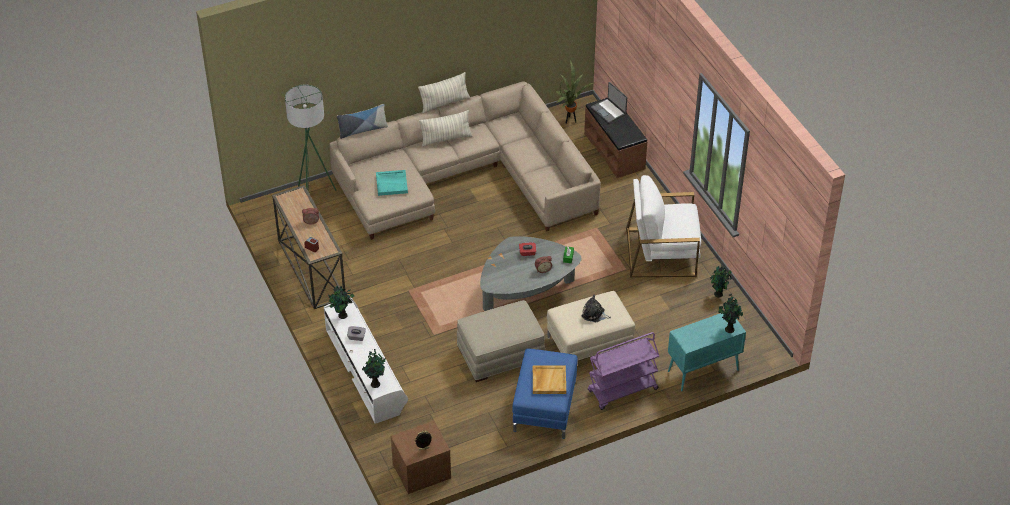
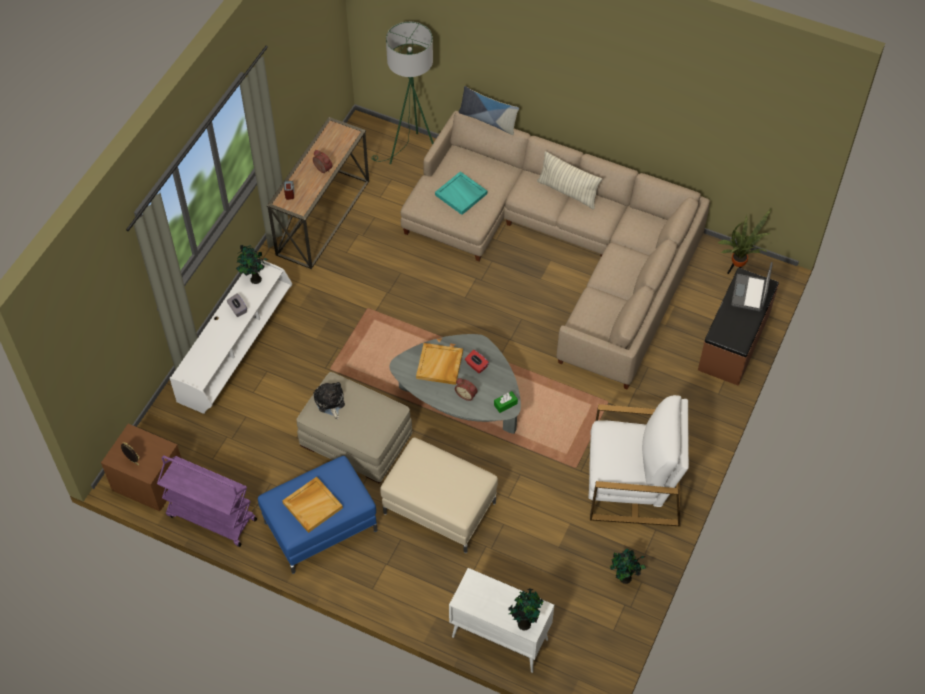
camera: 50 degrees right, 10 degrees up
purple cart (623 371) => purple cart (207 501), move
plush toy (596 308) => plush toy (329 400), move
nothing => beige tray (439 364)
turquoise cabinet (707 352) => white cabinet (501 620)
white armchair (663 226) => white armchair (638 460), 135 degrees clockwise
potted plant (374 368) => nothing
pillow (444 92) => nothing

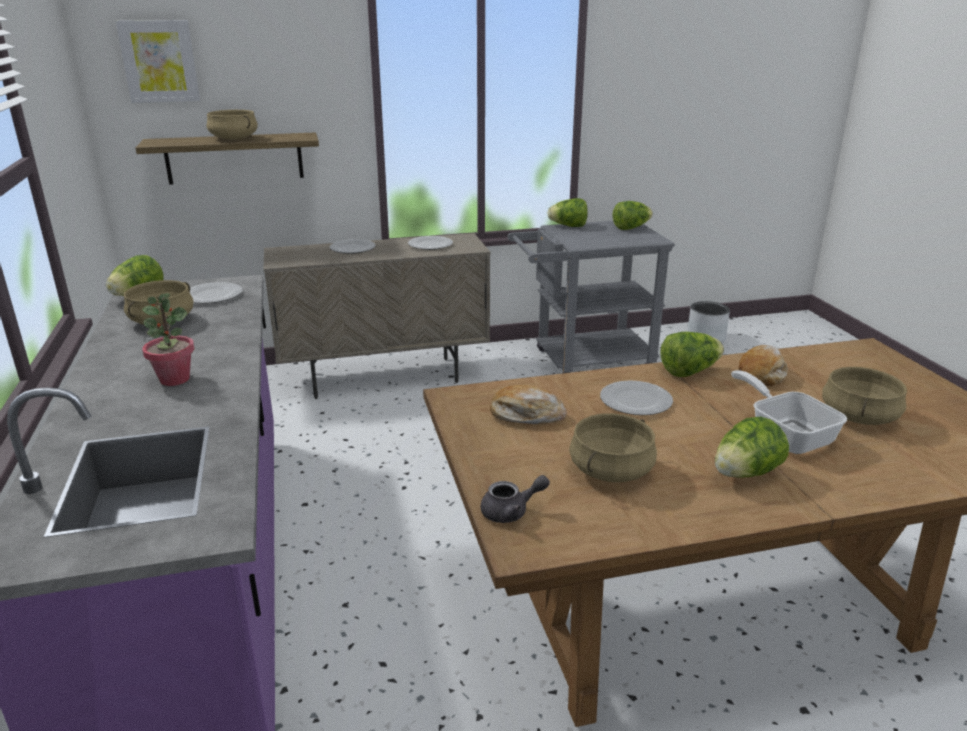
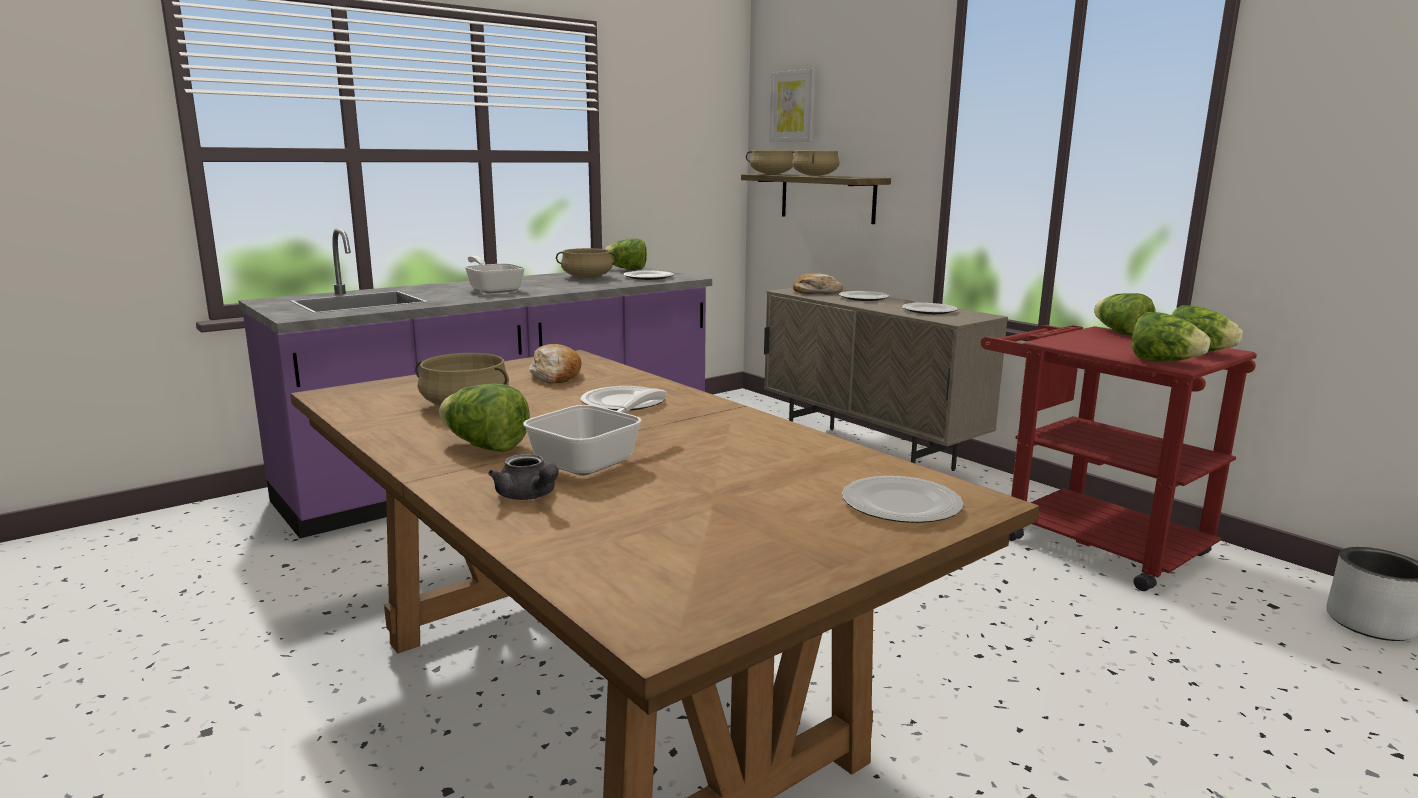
camera: 65 degrees right, 10 degrees down
potted plant (168 339) => frying pan (495 275)
grey teapot (515 499) => grey teapot (523 477), move
beige cooking pot (864 396) => beige cooking pot (770 162), move
bread (763 365) => bread (818 283), move
nothing => plate (903 499)
grey cart (591 297) => red cart (1119 458)
lettuce (692 354) => lettuce (1171 336), move

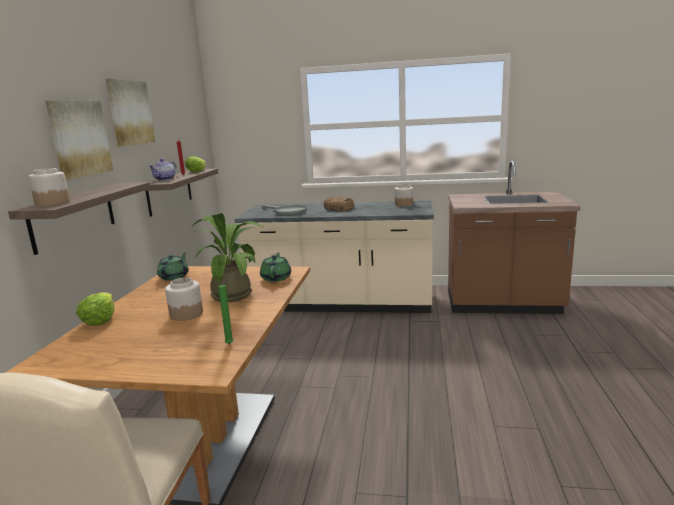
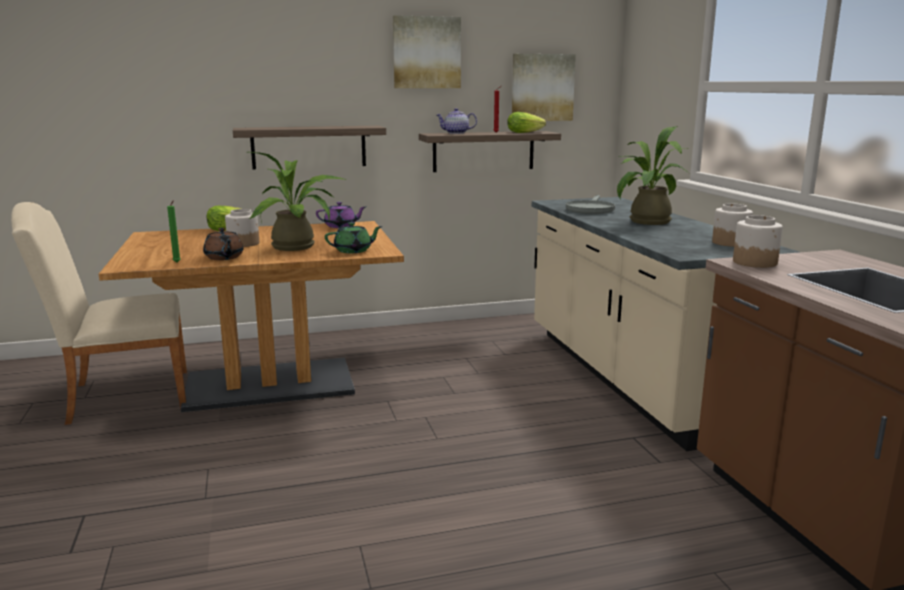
camera: 65 degrees right, 0 degrees up
nothing => brown teapot (223 244)
green teapot (173 266) => purple teapot (341 215)
picture (79 140) => picture (544 87), move
bread (339 204) => potted plant (653 175)
jar (49 187) => jar (758 241), move

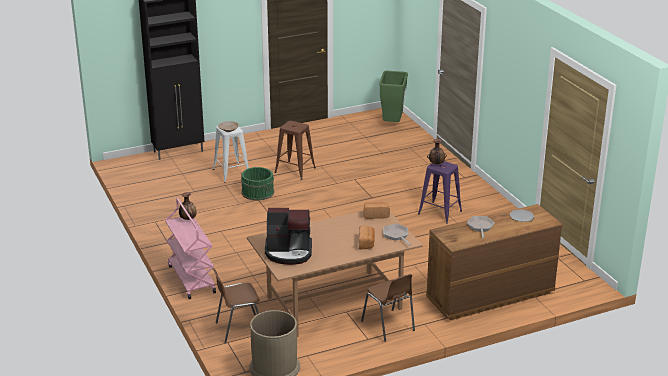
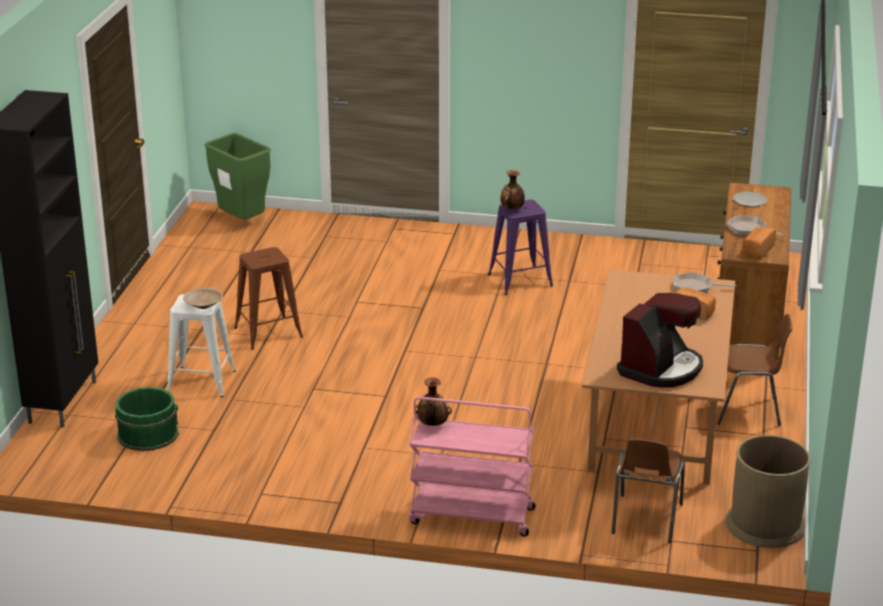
camera: 55 degrees left, 0 degrees up
green bucket (257 184) => green bucket (147 419), move
bread (376 210) => bread (759 243), move

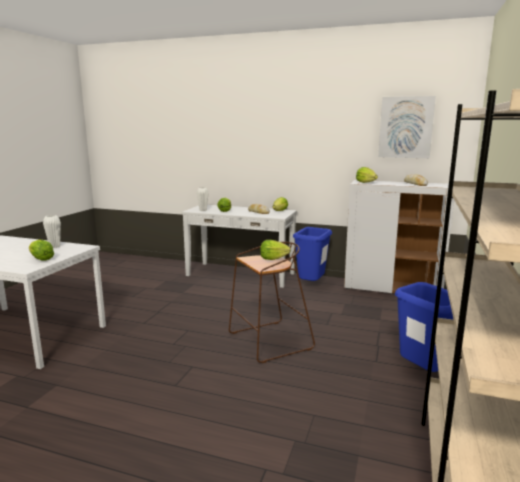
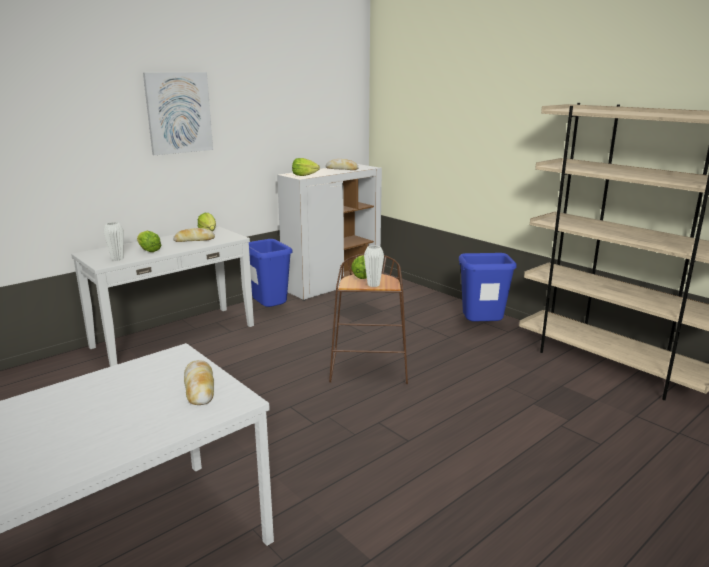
camera: 60 degrees left, 5 degrees up
picture (407 127) => picture (178 113), move
lettuce (41 250) => bread (199 382)
white vase (52 231) => white vase (374 266), move

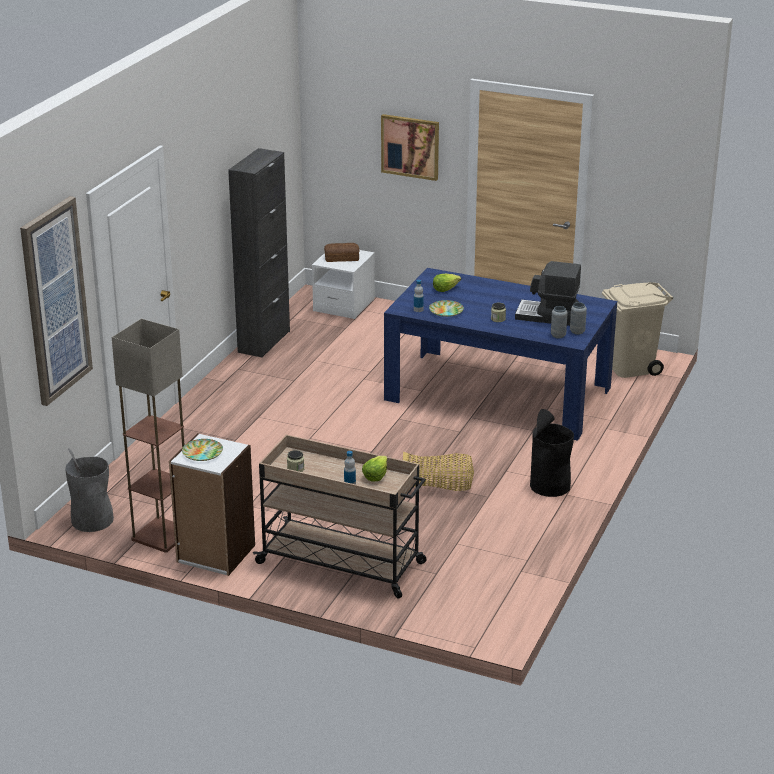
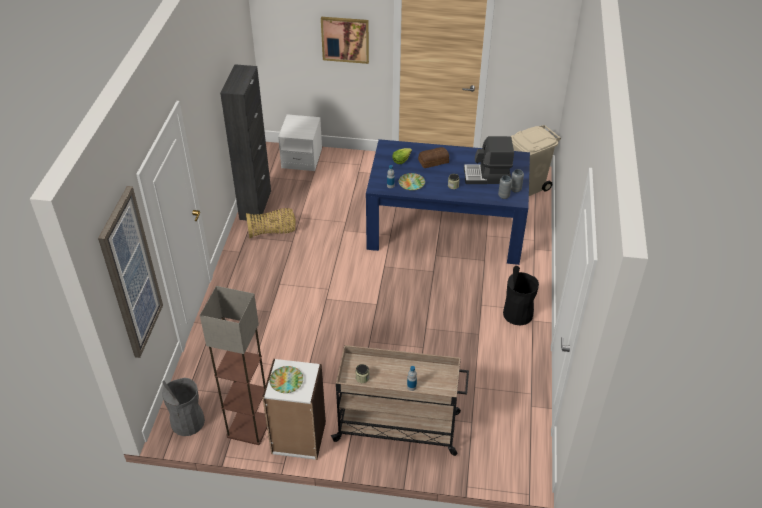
camera: 15 degrees left, 15 degrees up
basket (438 471) => basket (271 223), move
bread (342 252) => bread (433 157), move
lettuce (374 469) => nothing

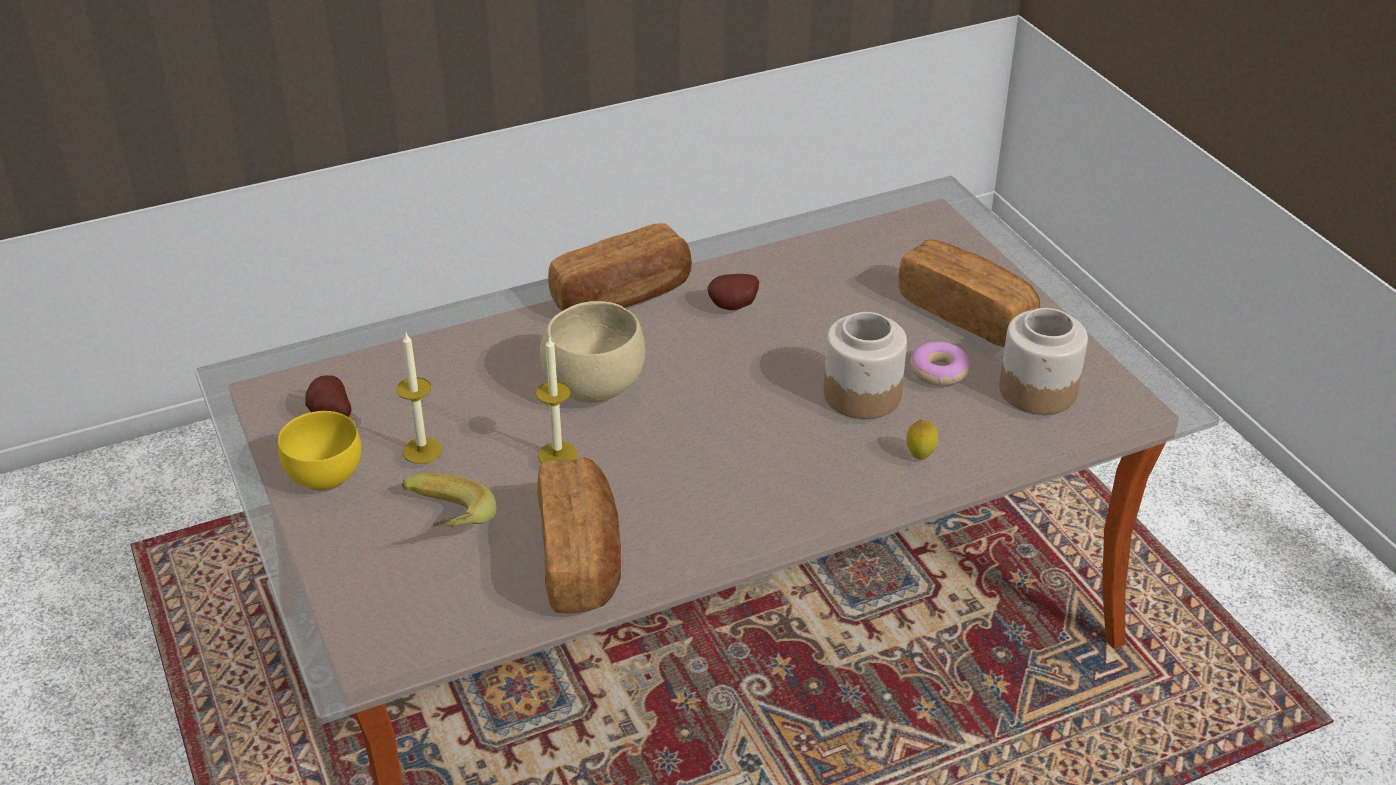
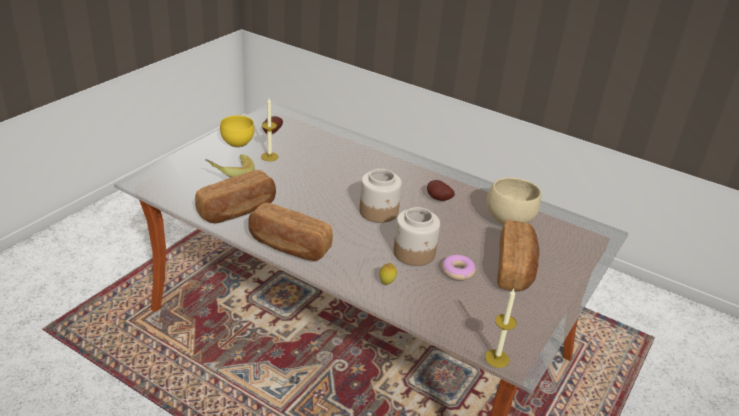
camera: 55 degrees right, 5 degrees down
bread (620 267) => bread (290 232), move
jar (1043 361) => jar (381 196), move
candle (557 399) => candle (501 328), move
beige bowl (592 352) => beige bowl (514 201), move

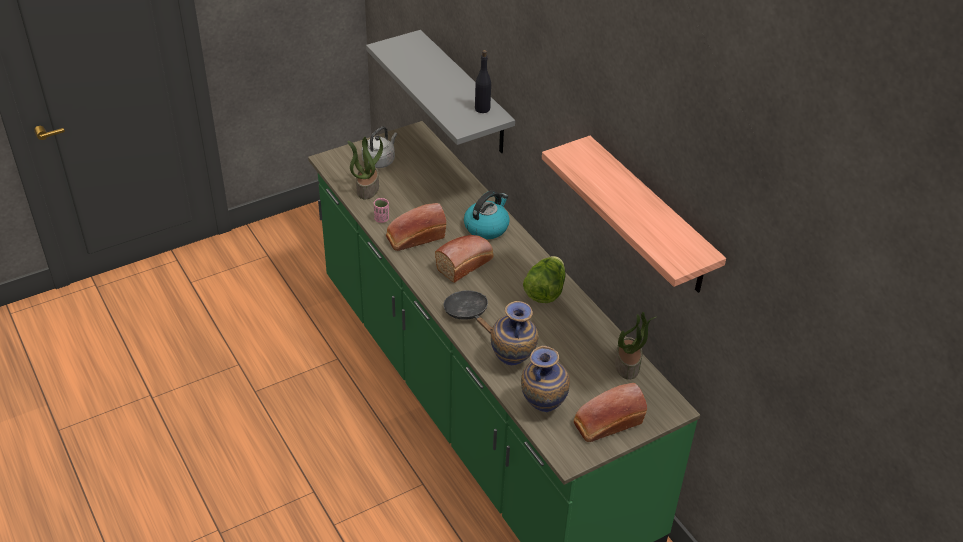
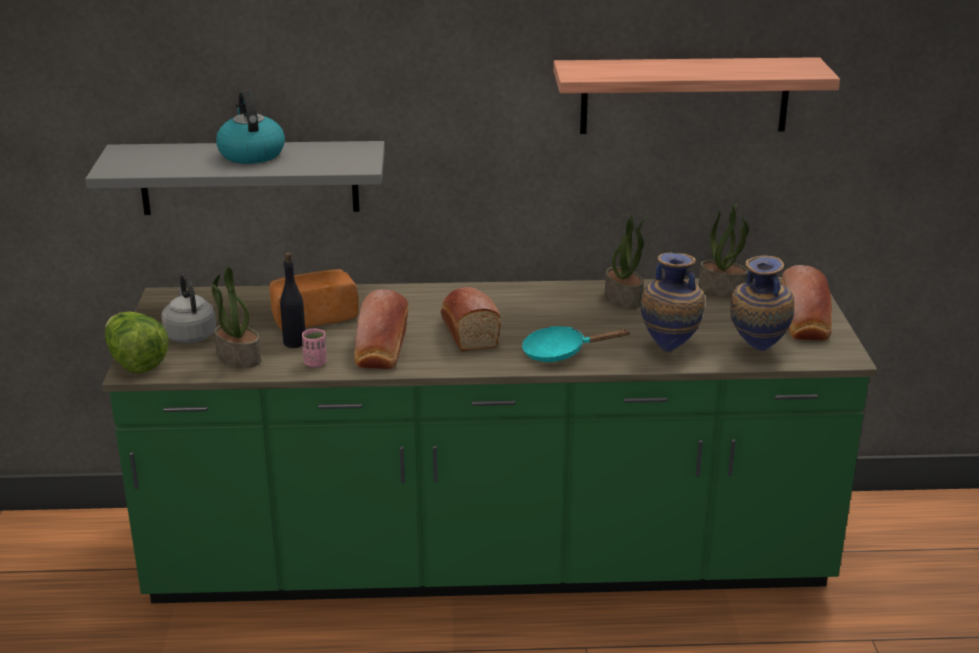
camera: 60 degrees left, 15 degrees down
lettuce (544 279) => lettuce (137 342), move
kettle (487 214) => kettle (250 127), move
nothing => bread (314 299)
black bottle (483 81) => black bottle (292 300), move
black frying pan (468 312) => turquoise frying pan (577 344)
nothing => potted plant (626 261)

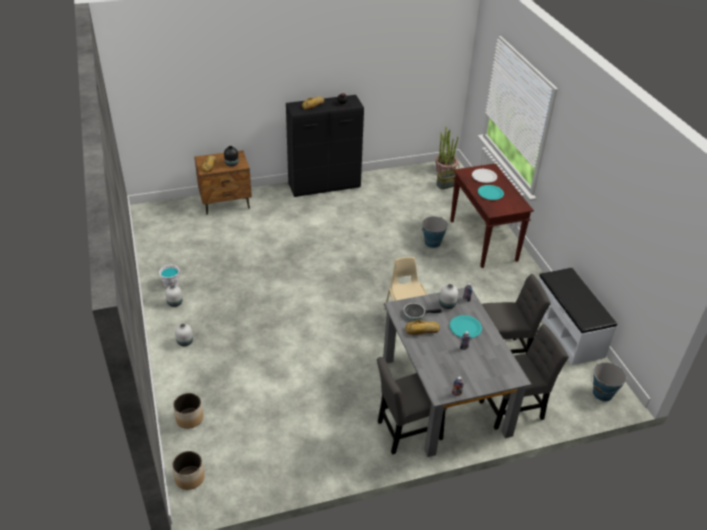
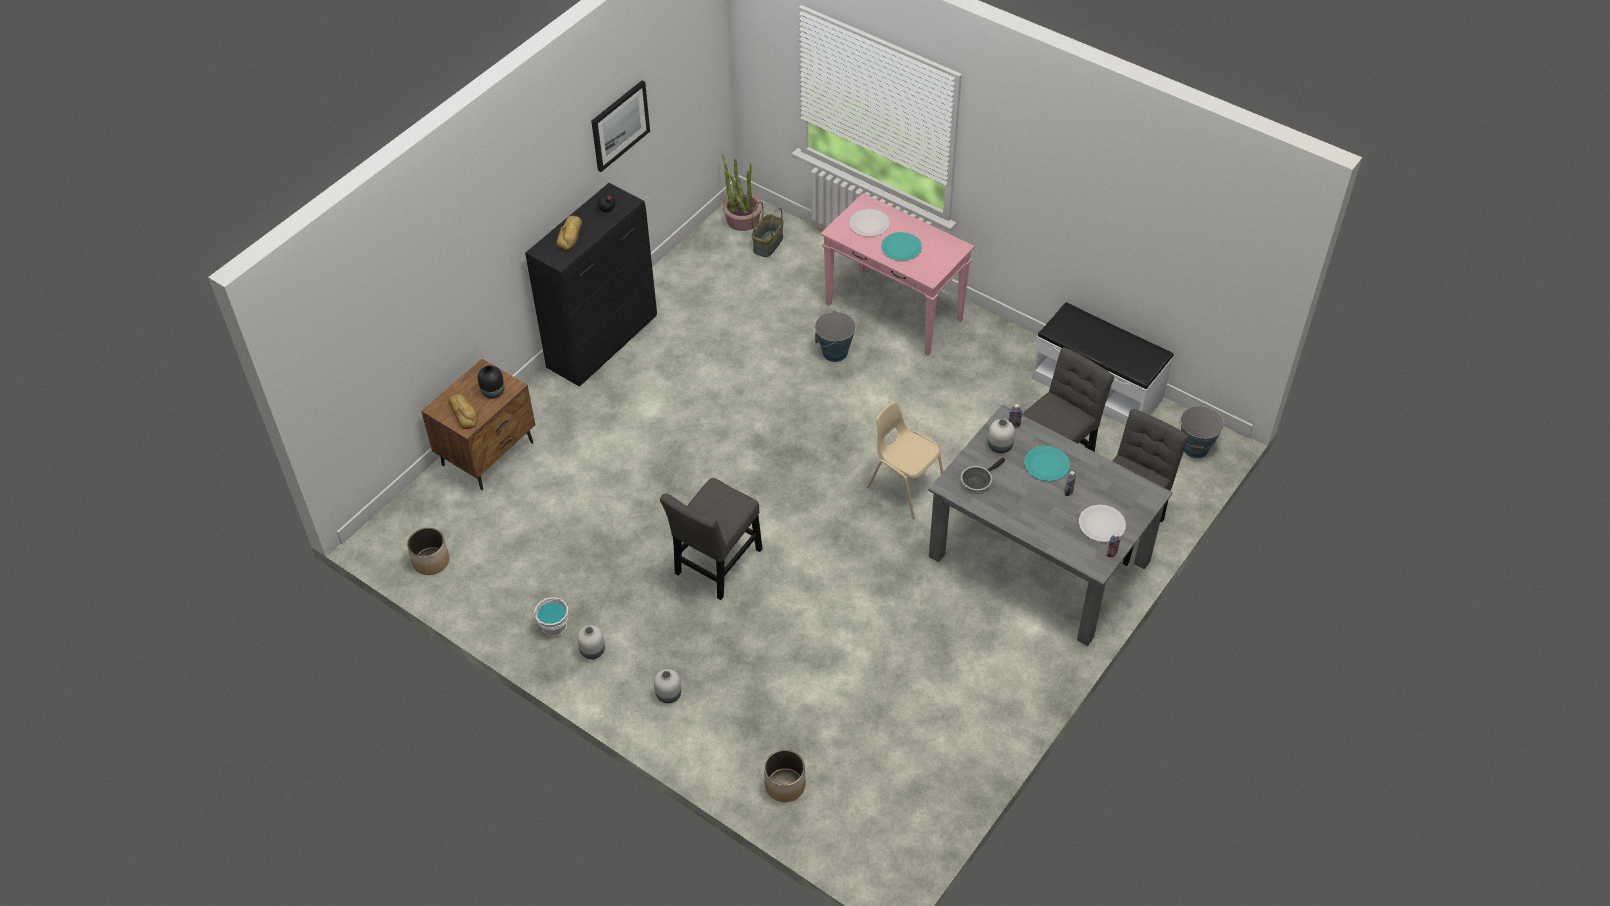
camera: 35 degrees left, 10 degrees up
planter (188 470) => planter (428 551), move
nothing => picture (620 126)
grey chair (411 406) => grey chair (711 539), move
brown console table (492 215) => pink console table (898 274)
nothing => white plate (1102 523)
bread (422 327) => nothing

